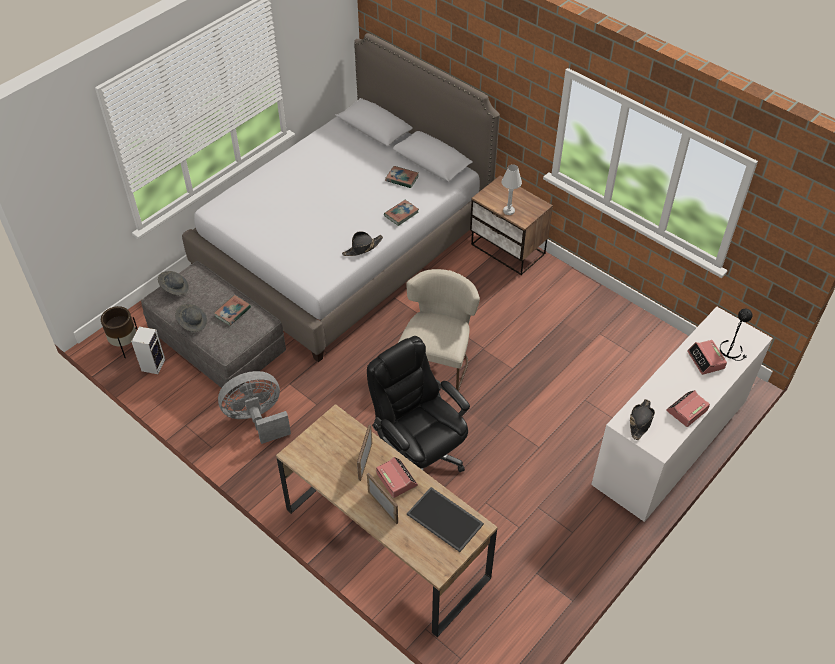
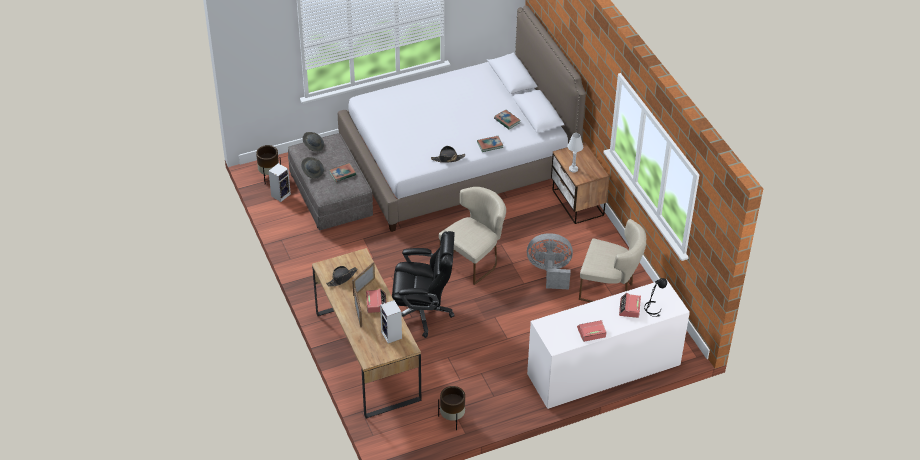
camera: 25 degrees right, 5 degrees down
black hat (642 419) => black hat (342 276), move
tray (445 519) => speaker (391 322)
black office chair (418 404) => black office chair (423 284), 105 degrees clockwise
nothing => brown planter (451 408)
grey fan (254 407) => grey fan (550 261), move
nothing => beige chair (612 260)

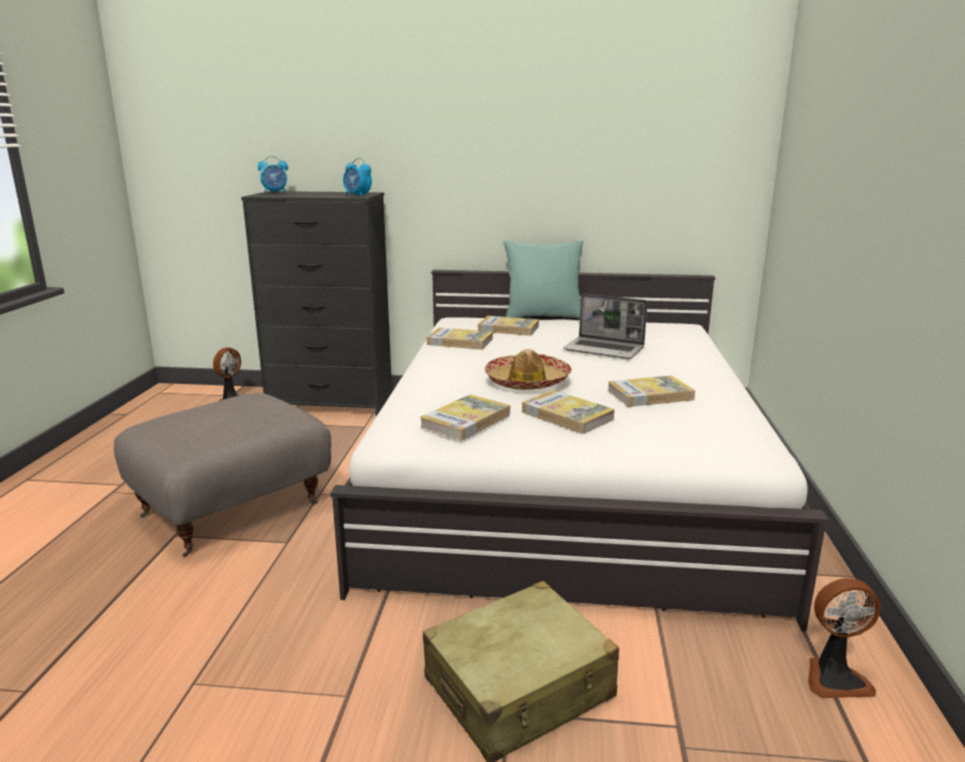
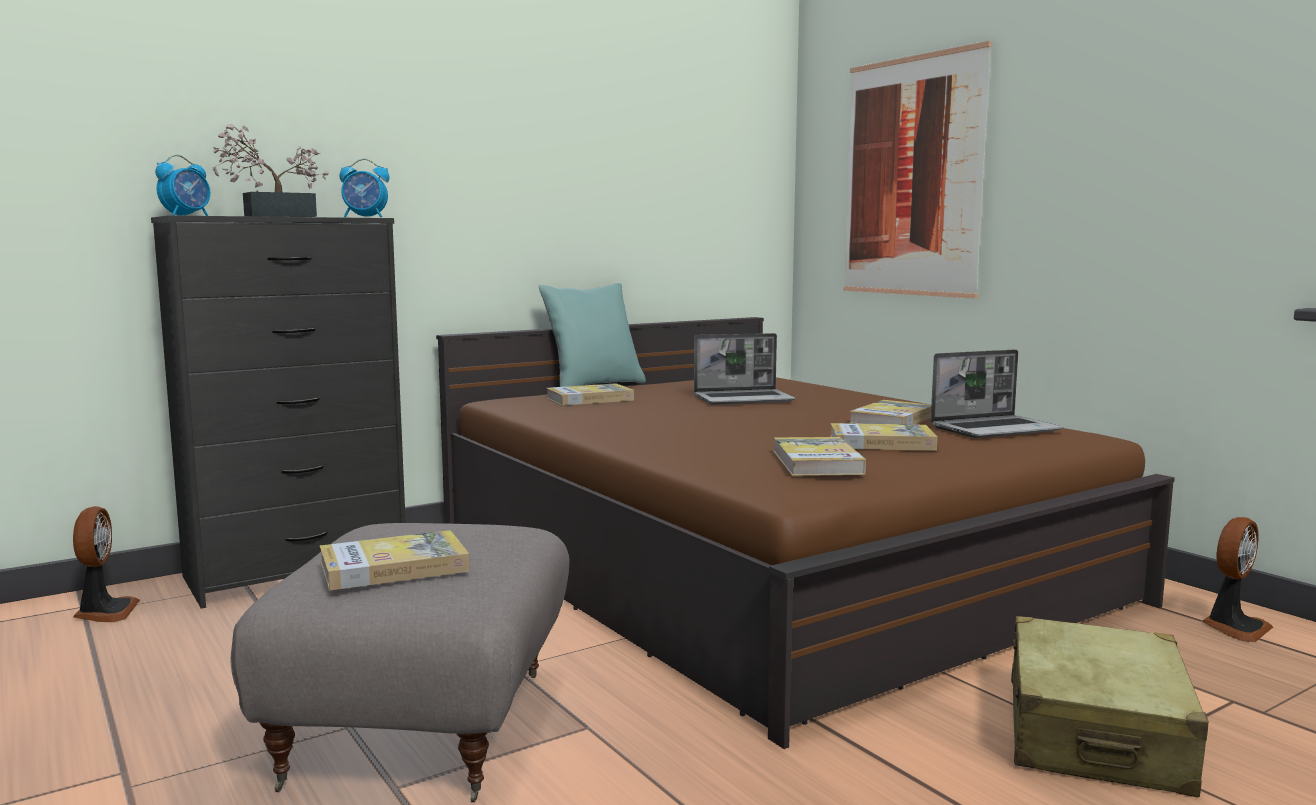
camera: 40 degrees left, 10 degrees down
nothing => potted plant (270 170)
book (460 339) => book (395 560), move
white bed (579 451) => brown bed (805 533)
nothing => picture (917 170)
nothing => laptop (997 394)
hat (528 369) => nothing

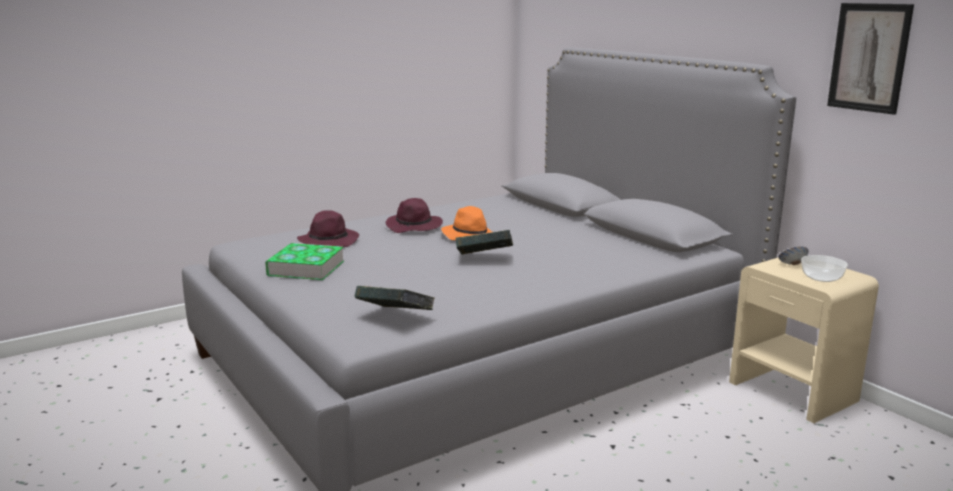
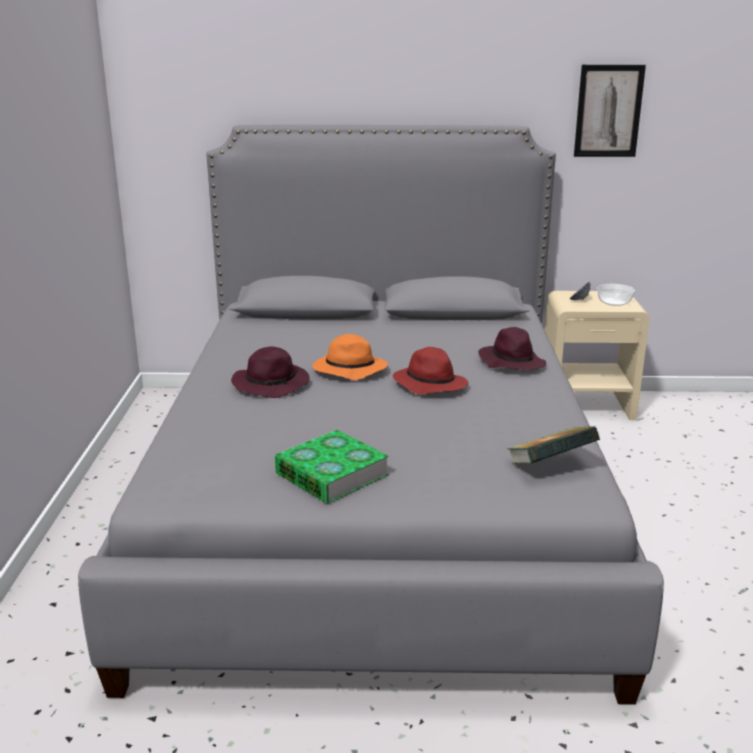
camera: 55 degrees left, 5 degrees up
book (484 242) => red hat (430 370)
purple hat (328 228) => purple hat (512 348), move

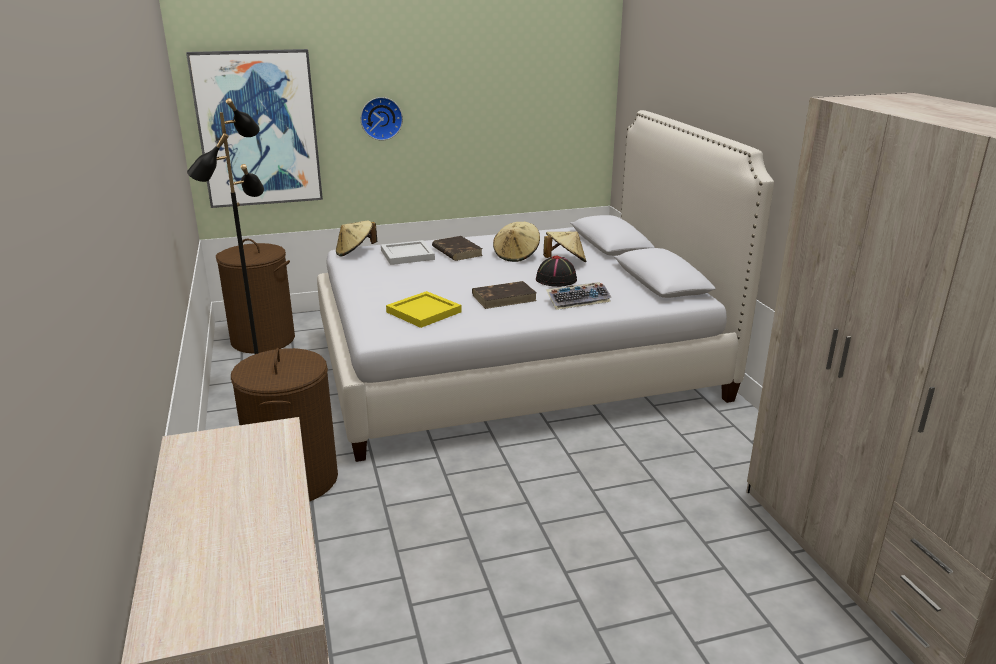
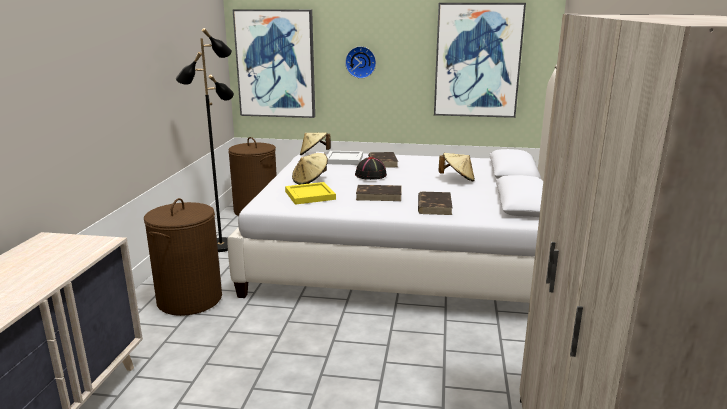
camera: 25 degrees right, 5 degrees down
beige hat (516 242) => beige hat (310 169), move
black hat (556 271) => black hat (371 168), move
keyboard (579 296) => brown book (435 203)
nothing => picture (480 60)

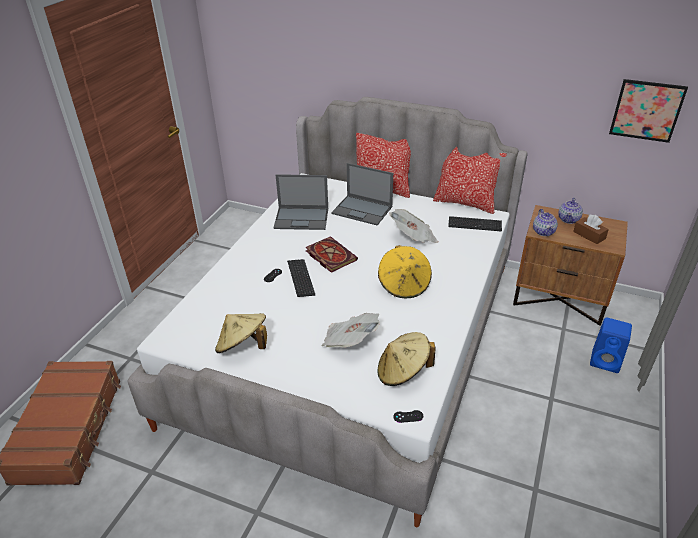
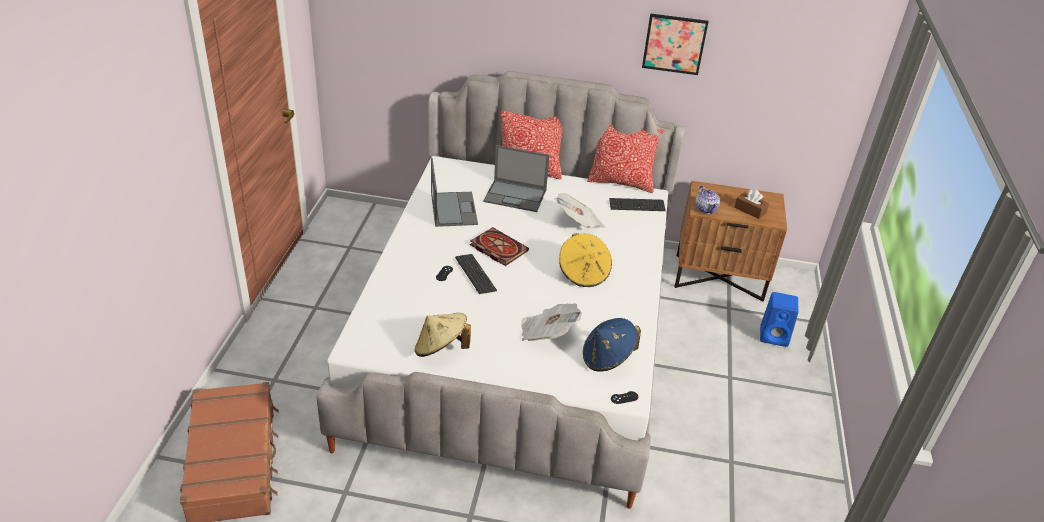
camera: 15 degrees left, 0 degrees up
laptop (300 202) => laptop (454 192), 90 degrees counterclockwise
beige hat (406 359) => blue hat (612 345)
picture (648 111) => picture (675 44), move
teapot (570 211) => nothing

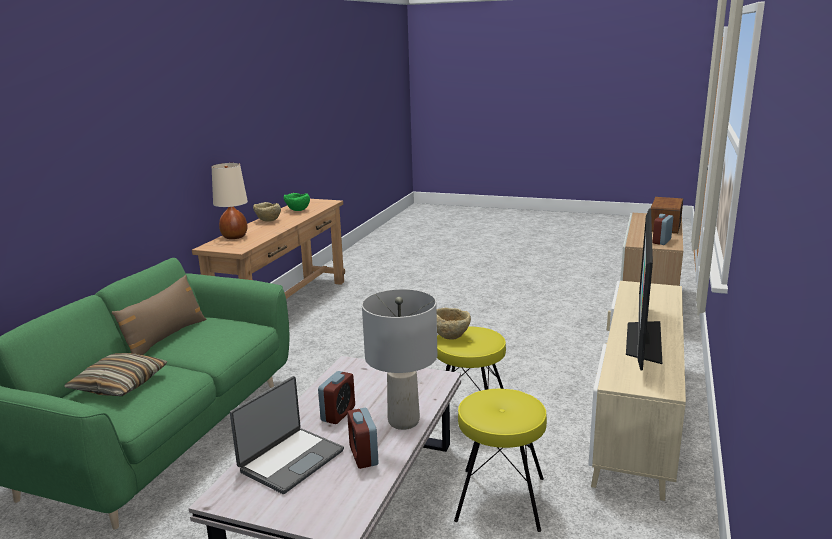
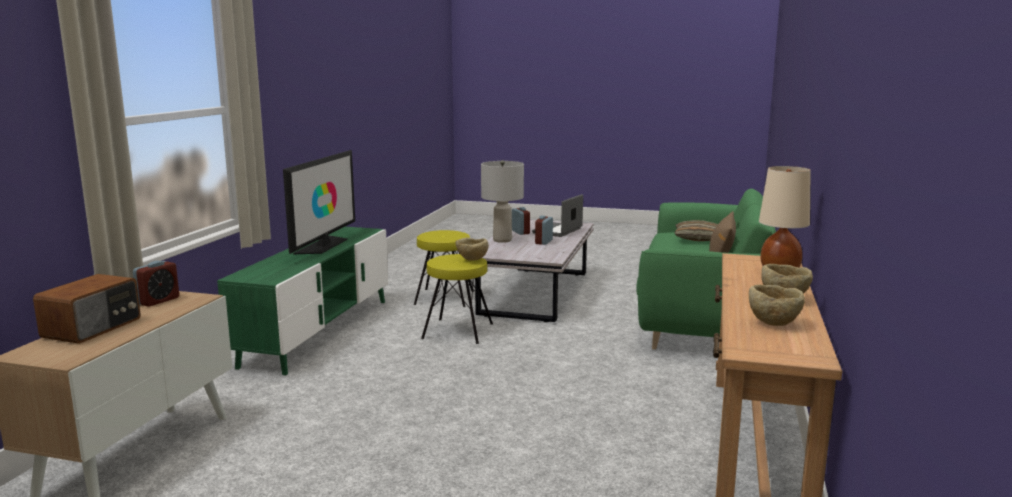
camera: 175 degrees right, 5 degrees down
beige tv stand (637 391) => green tv stand (302 301)
green bowl (297 202) => beige bowl (777 305)

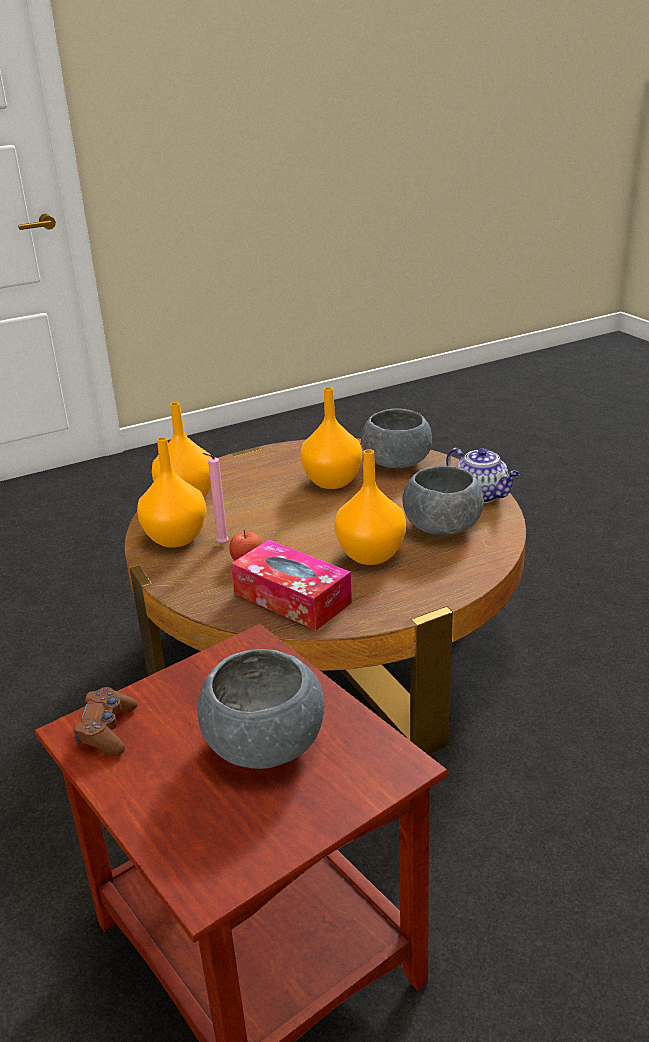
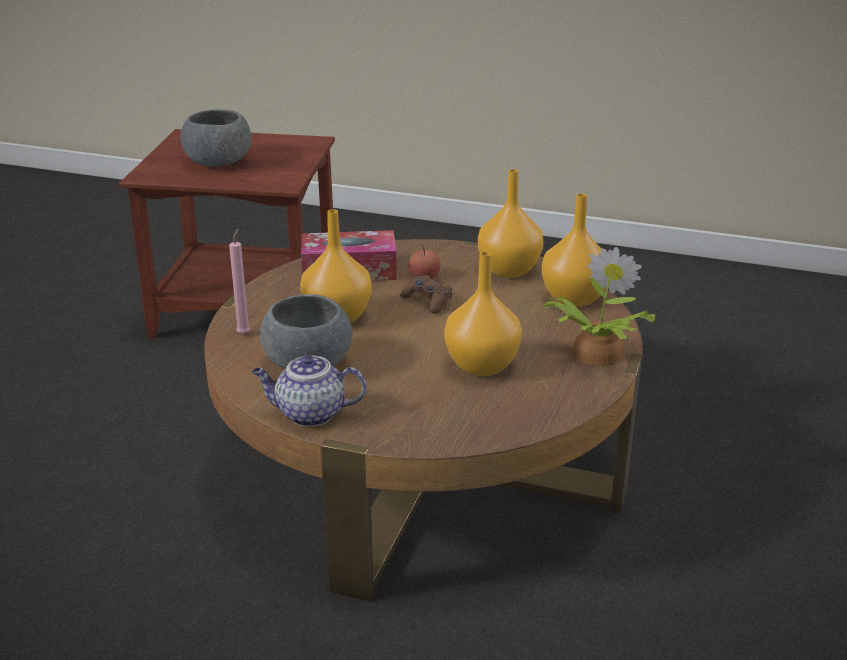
camera: 135 degrees right, 0 degrees up
pink candle (215 498) => pink candle (239 281), move
brown game controller (106 721) => brown game controller (426 294), move
nothing => potted plant (598 306)
grey bowl (396 438) => nothing

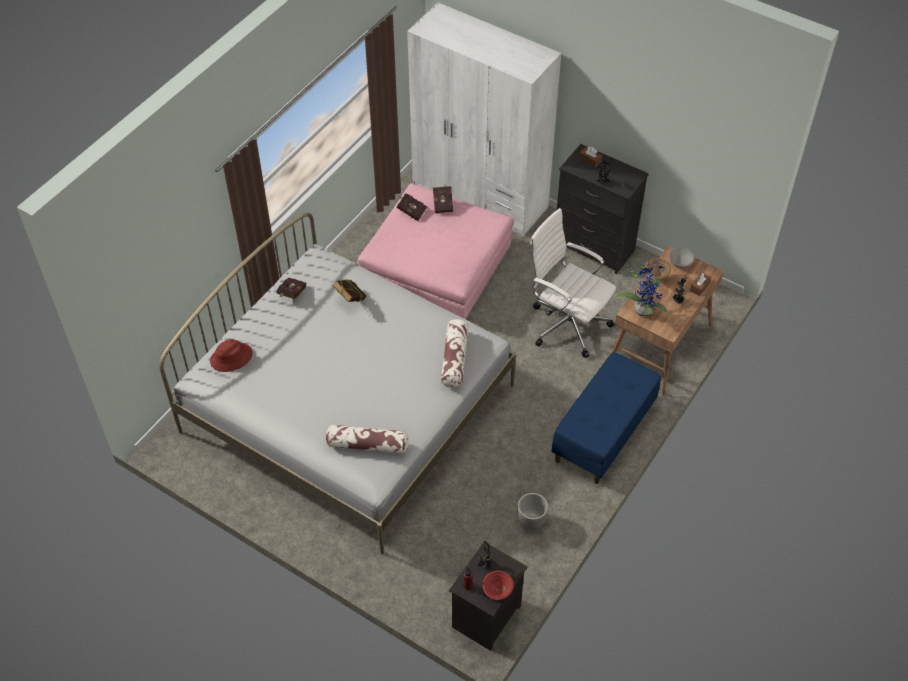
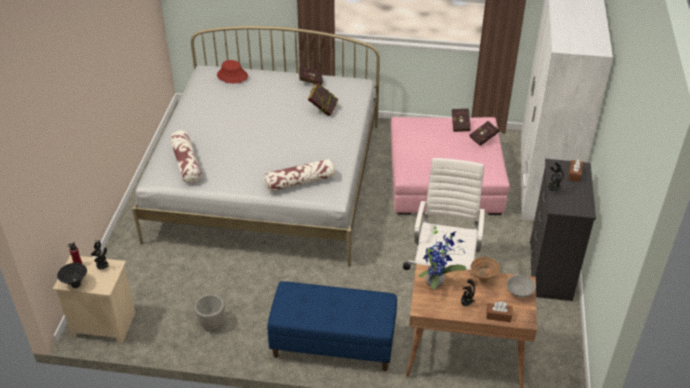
camera: 65 degrees right, 10 degrees down
black nightstand (488 597) => beige nightstand (94 299)
red bowl (498 585) => black bowl (72 275)

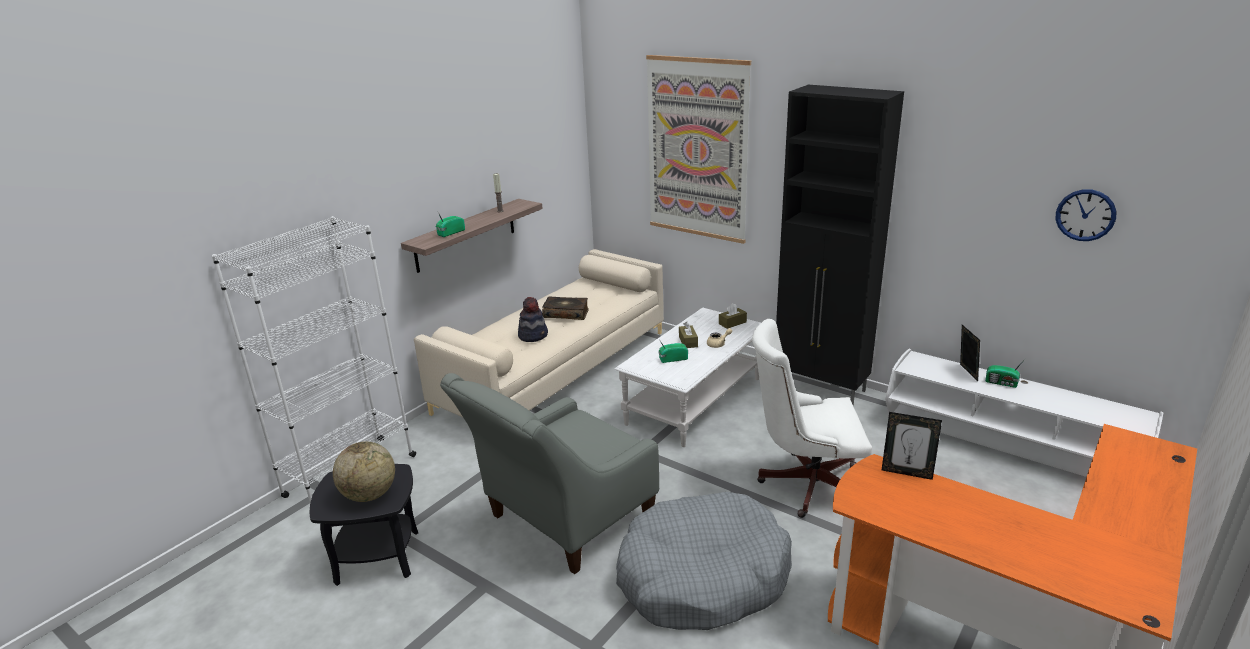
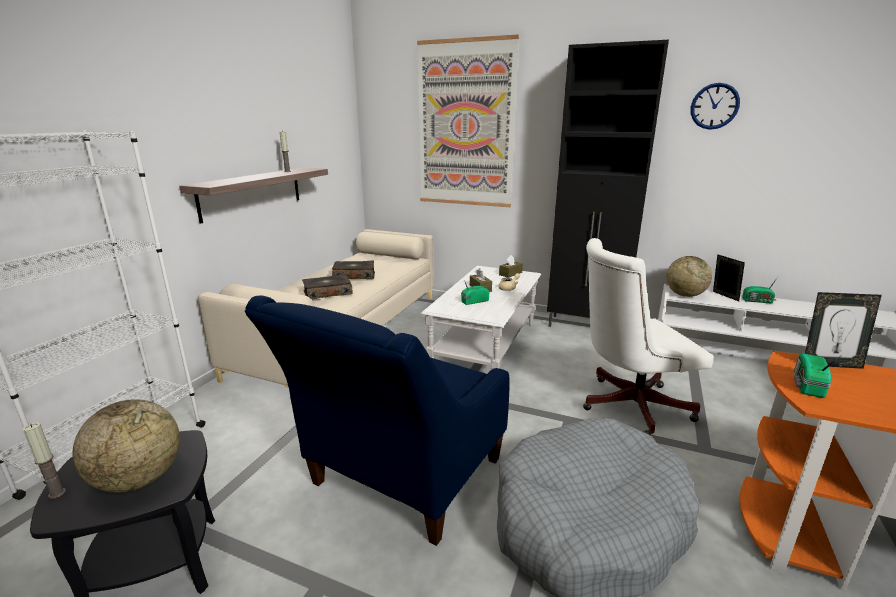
camera: 15 degrees left, 5 degrees down
nothing => candle (44 461)
grey armchair (549 473) => blue armchair (377 420)
hat (533 319) => book (327 286)
nothing => globe (689 276)
wall clock (1086 215) => wall clock (715 106), move
radio (450 224) => radio (818 375), move

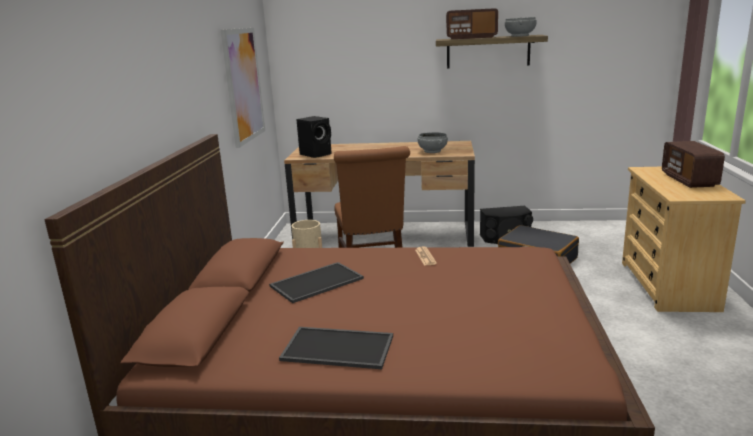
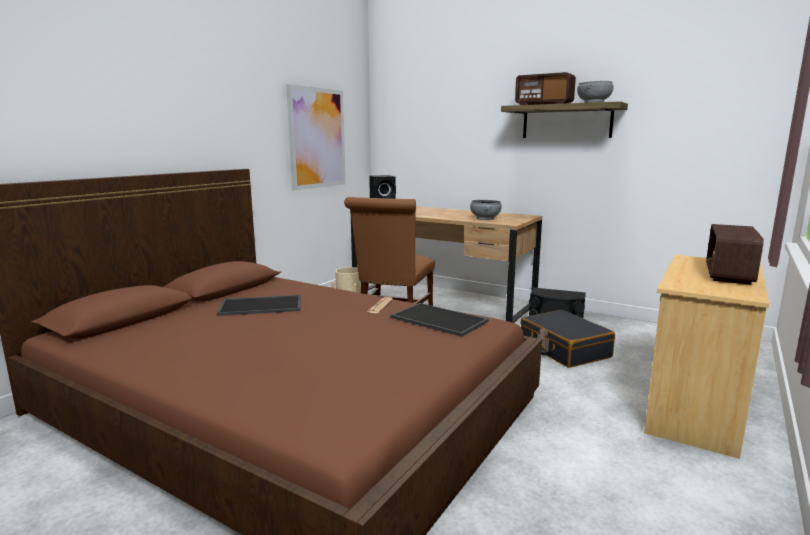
camera: 25 degrees right, 5 degrees down
tray (336 348) => tray (439 320), move

